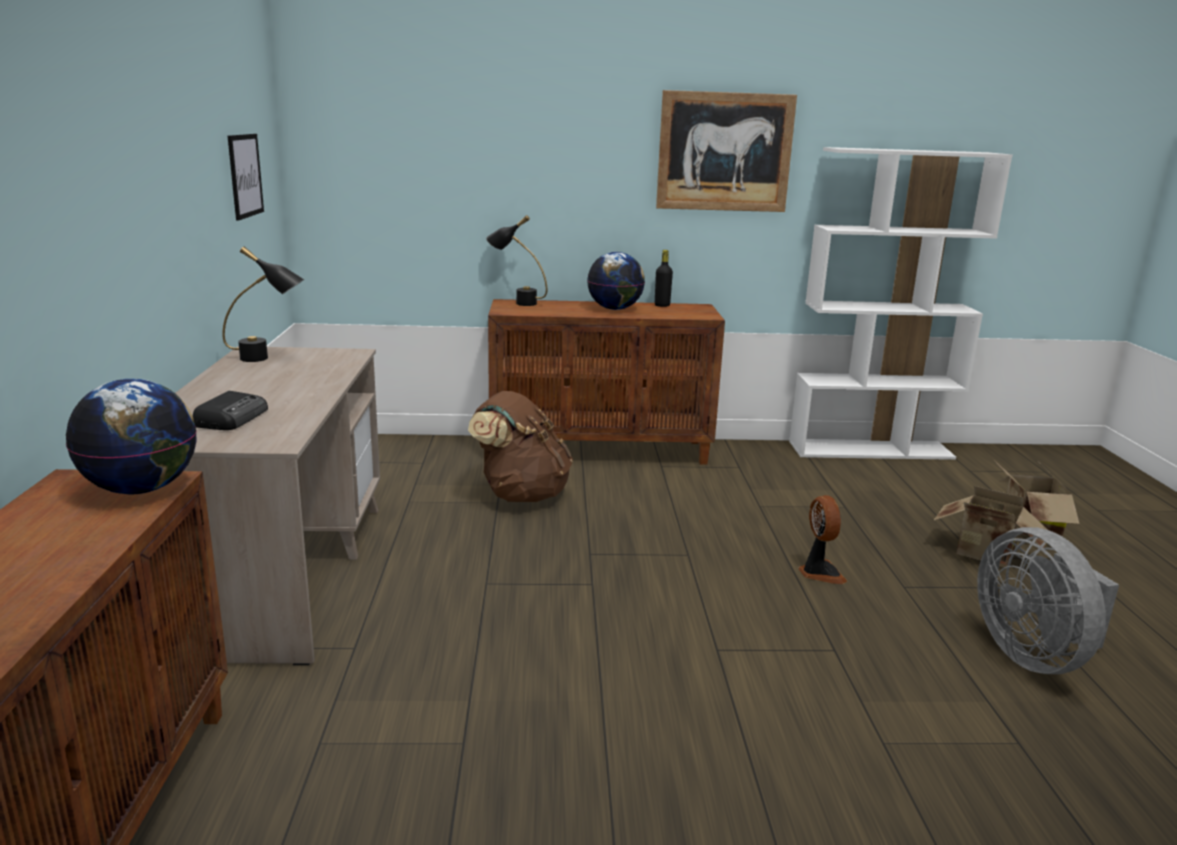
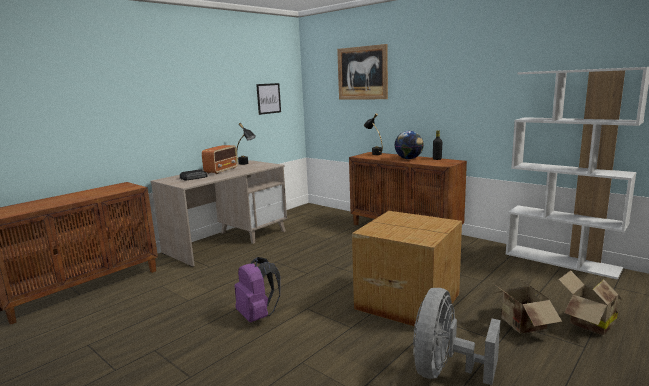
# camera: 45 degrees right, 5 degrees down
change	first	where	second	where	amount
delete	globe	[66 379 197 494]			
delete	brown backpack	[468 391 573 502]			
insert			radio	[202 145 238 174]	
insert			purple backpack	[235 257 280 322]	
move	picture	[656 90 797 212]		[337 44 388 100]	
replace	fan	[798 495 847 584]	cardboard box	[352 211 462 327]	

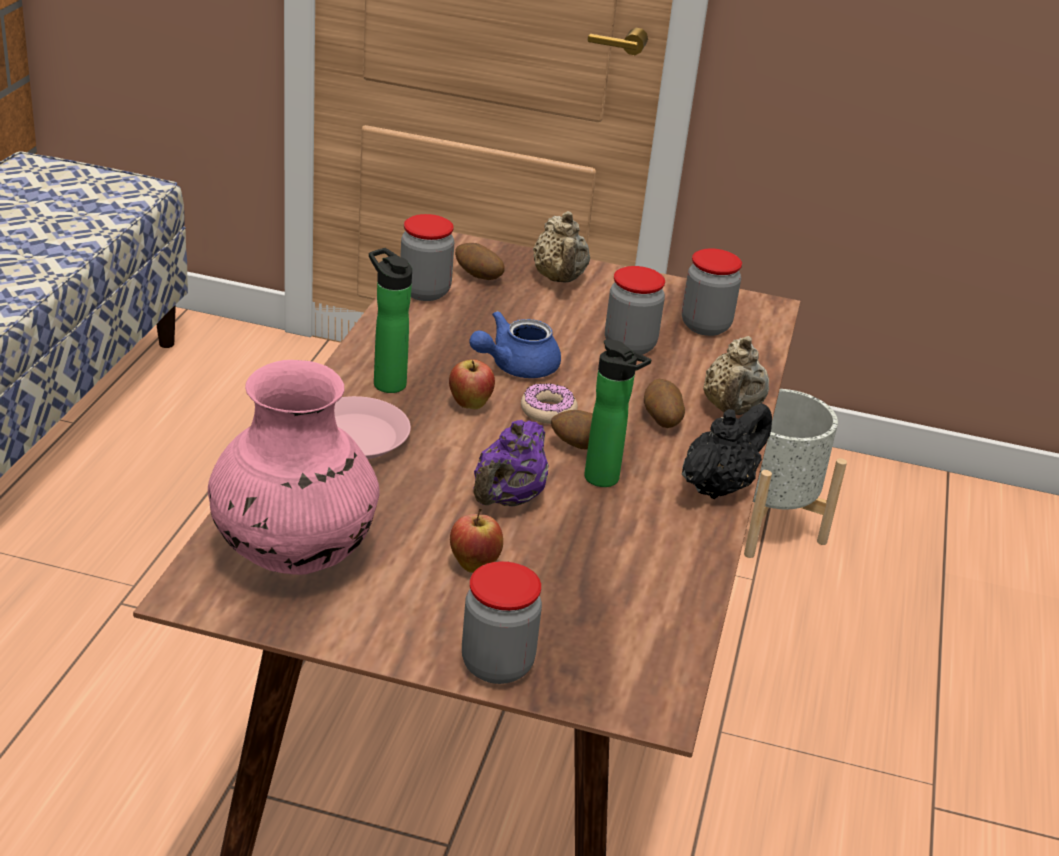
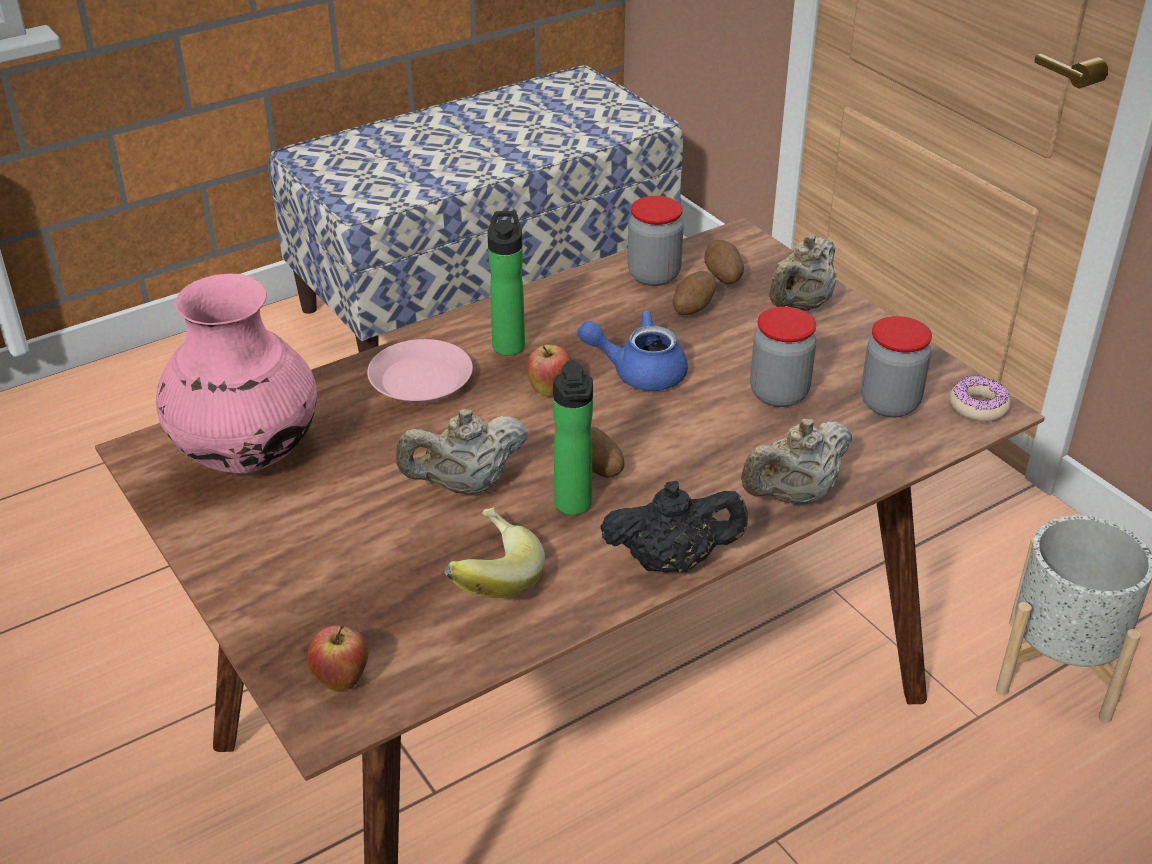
# camera: 45 degrees right, 5 degrees up
change	first	where	second	where	amount
delete	jar	[462 561 542 684]			
insert			banana	[445 507 545 598]	
move	apple	[450 508 503 573]		[307 625 368 691]	
move	donut	[521 383 578 424]		[949 375 1011 422]	
move	potato	[644 379 685 428]		[672 271 716 315]	
recolor	purple teapot	[474 420 548 506]	beige teapot	[396 409 528 494]	

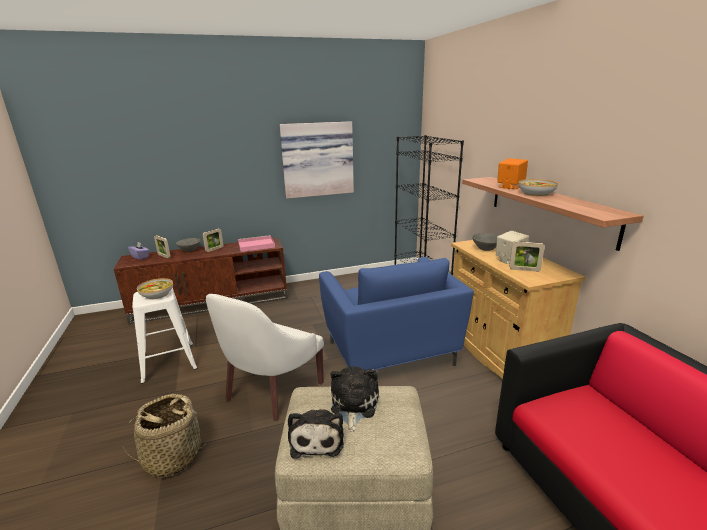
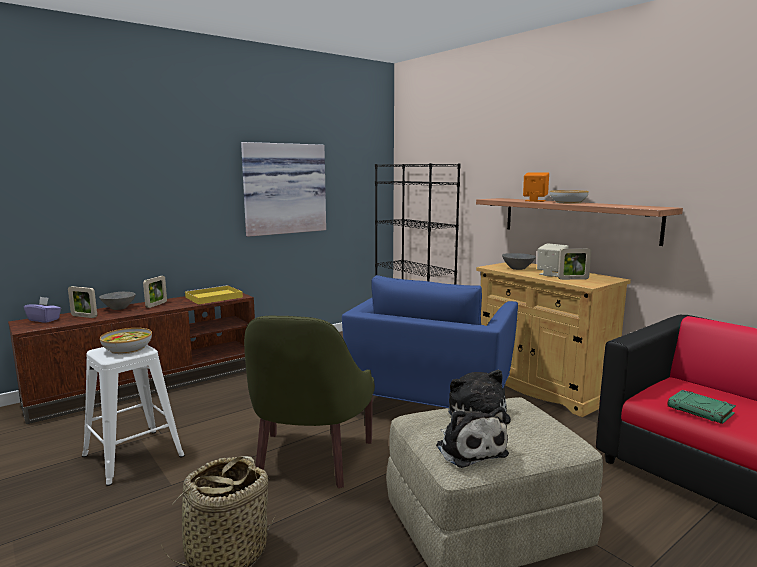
# camera: 20 degrees left, 10 degrees down
change	first	where	second	where	amount
insert			green book	[667 390 736 424]	
recolor	white armchair	[206 294 324 421]	green armchair	[244 316 375 488]	
recolor	pink tray	[238 235 275 252]	yellow tray	[185 285 243 304]	
rotate	blue armchair	[319 257 474 370]		[342 275 518 408]	60 degrees clockwise

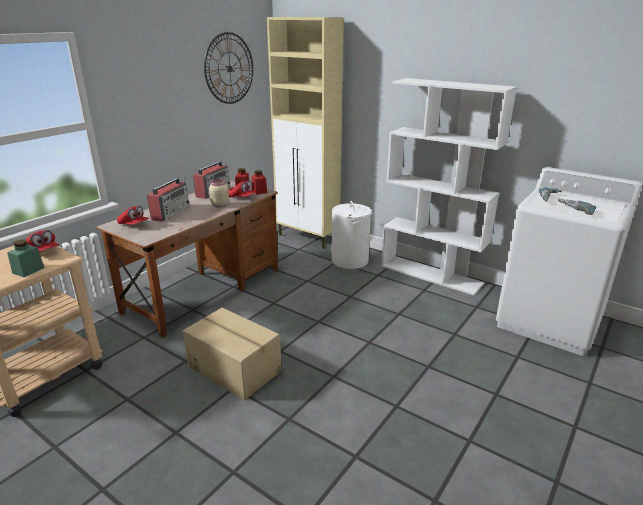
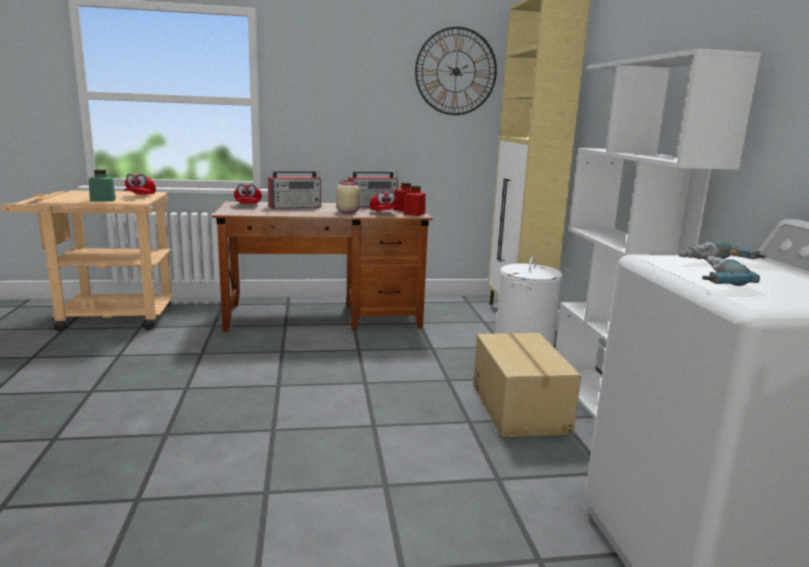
# camera: 45 degrees right, 10 degrees down
change	first	where	second	where	amount
move	cardboard box	[183 308 282 400]		[473 333 581 438]	

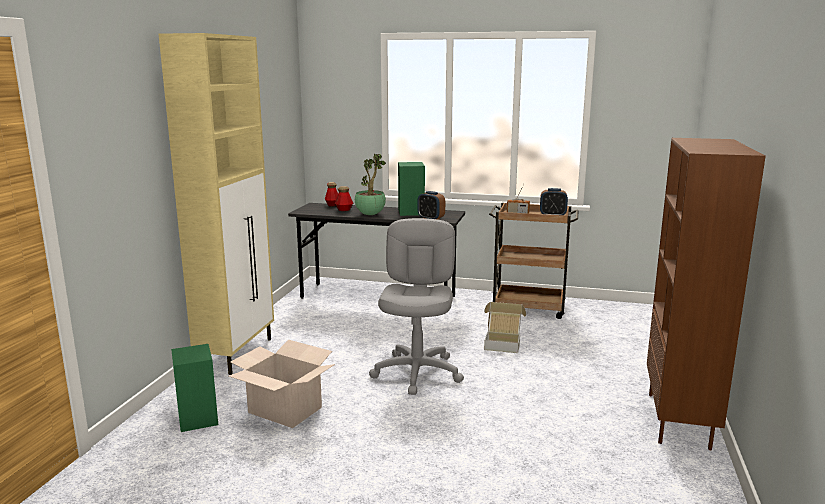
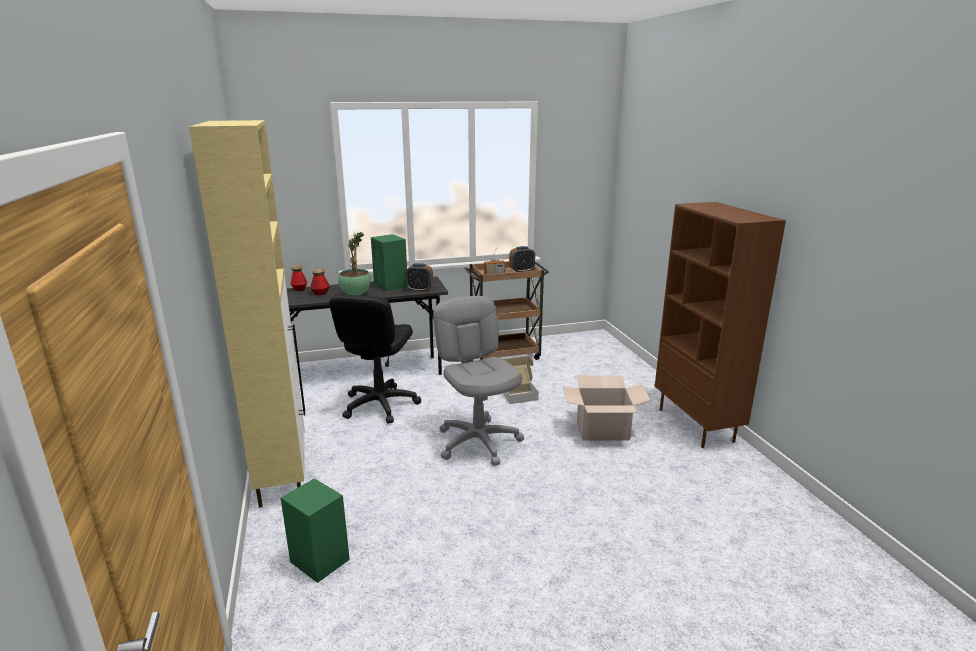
# camera: 30 degrees left, 5 degrees up
change	first	where	second	where	amount
insert			black office chair	[329 294 421 424]	
move	cardboard box	[229 340 335 428]		[563 375 651 440]	

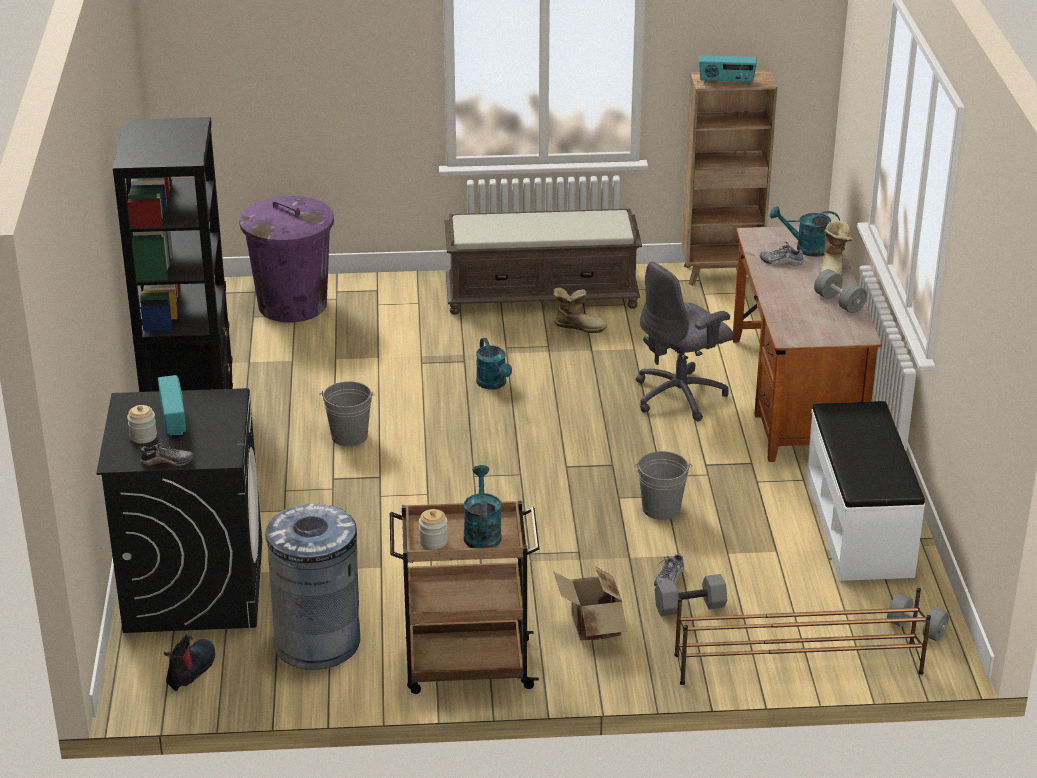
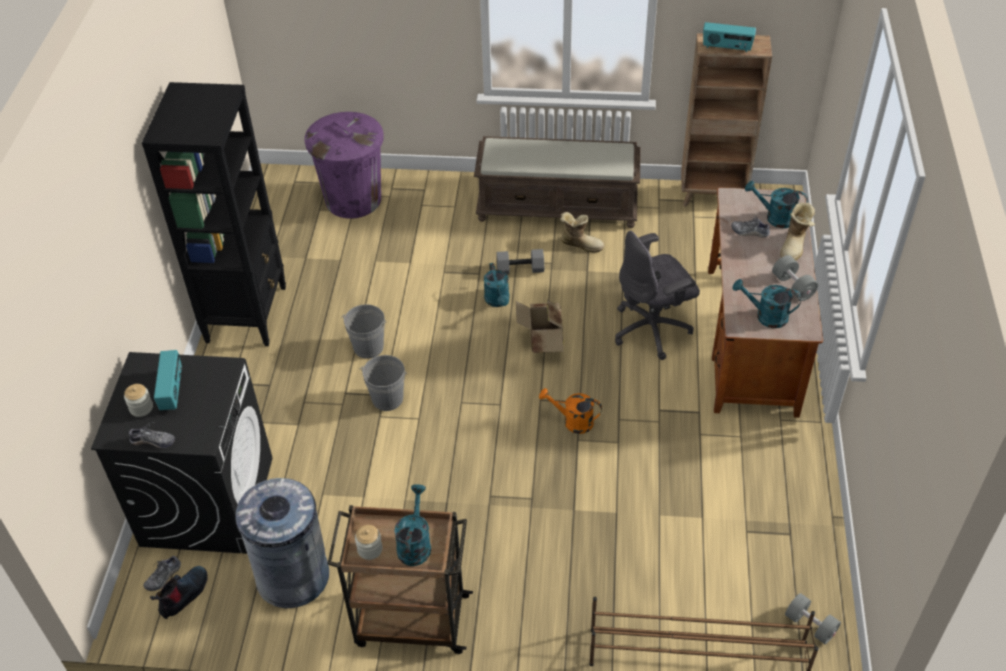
# camera: 10 degrees right, 15 degrees up
change	first	where	second	where	amount
delete	white bench	[806 401 925 581]			
insert			orange watering can	[539 388 602 434]	
insert			turquoise watering can	[733 279 801 328]	
move	cardboard box	[553 566 627 640]		[516 300 563 353]	
move	grey bucket	[634 451 693 520]		[359 355 407 411]	
move	shoe	[654 552 684 586]		[144 555 181 591]	
move	grey dumbbell	[655 574 727 617]		[496 249 544 275]	

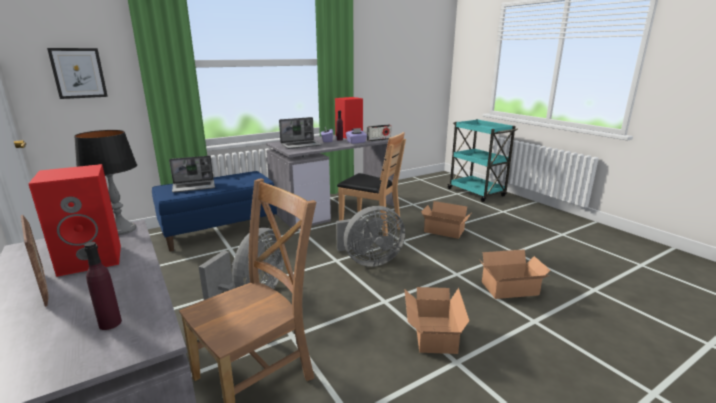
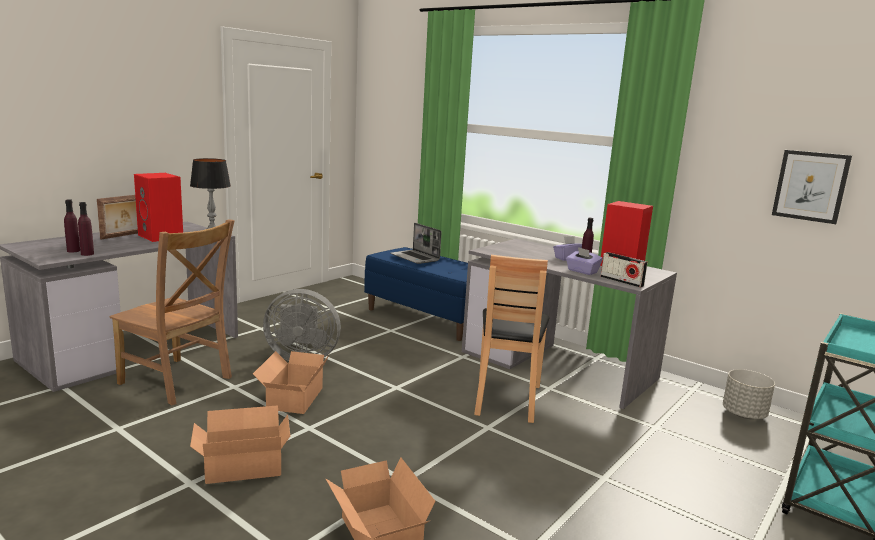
# camera: 70 degrees right, 5 degrees down
change	first	where	second	where	amount
delete	laptop	[279 117 322 149]			
delete	grey fan	[336 206 405 267]			
insert			purple bottle	[78 202 94 256]	
insert			grey planter	[723 369 775 419]	
move	picture	[47 48 108 99]		[772 150 852 224]	
move	cardboard box	[421 201 471 239]		[253 351 330 414]	

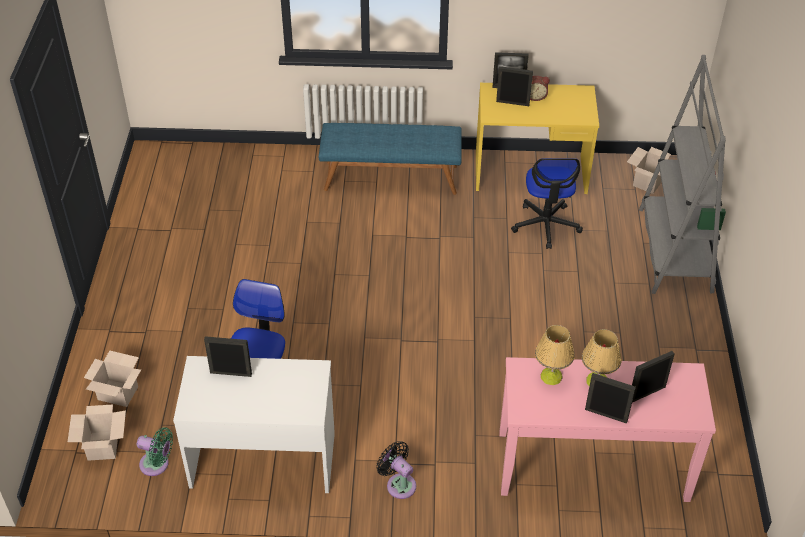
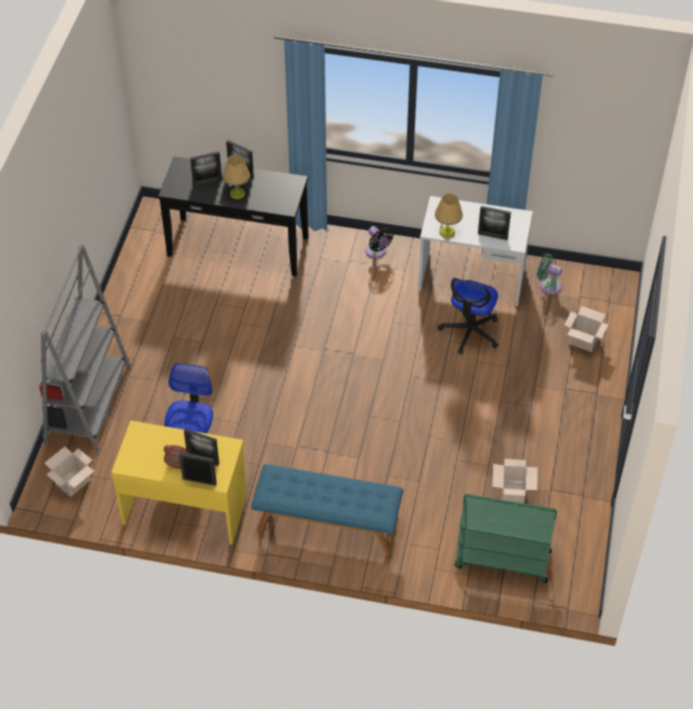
# camera: 170 degrees left, 5 degrees up
change	first	where	second	where	amount
insert			green cart	[454 494 557 583]	
move	cardboard box	[68 404 126 461]		[492 459 538 503]	
move	table lamp	[535 325 575 385]		[435 193 463 238]	
recolor	pink console table	[500 357 716 502]	black console table	[158 156 308 276]	

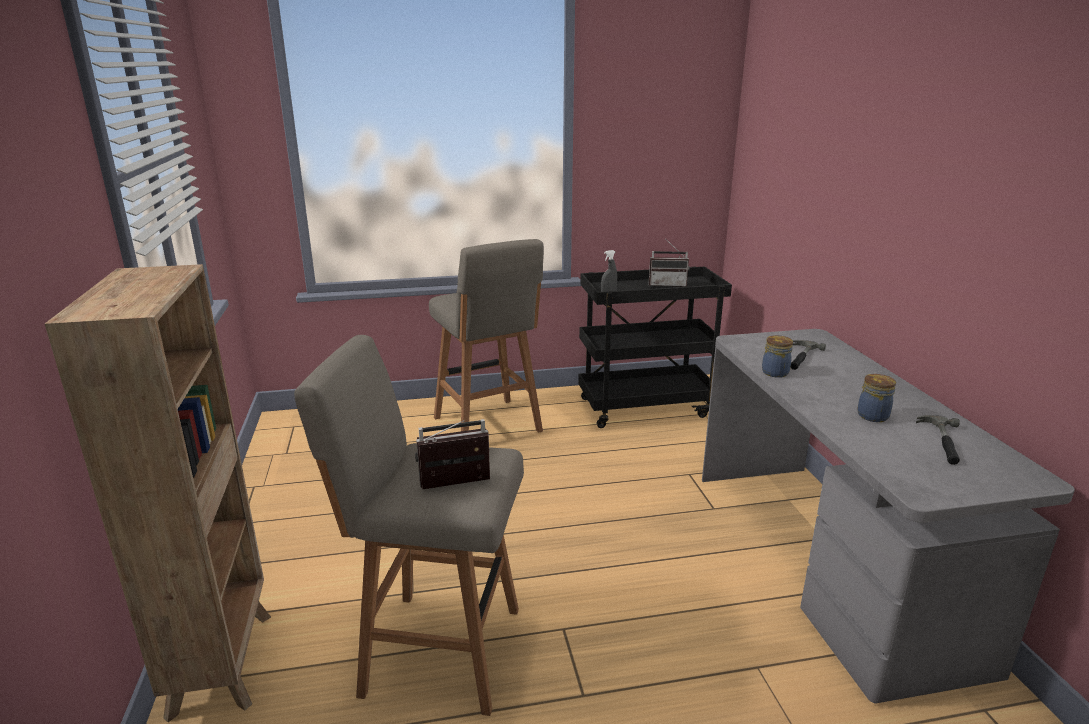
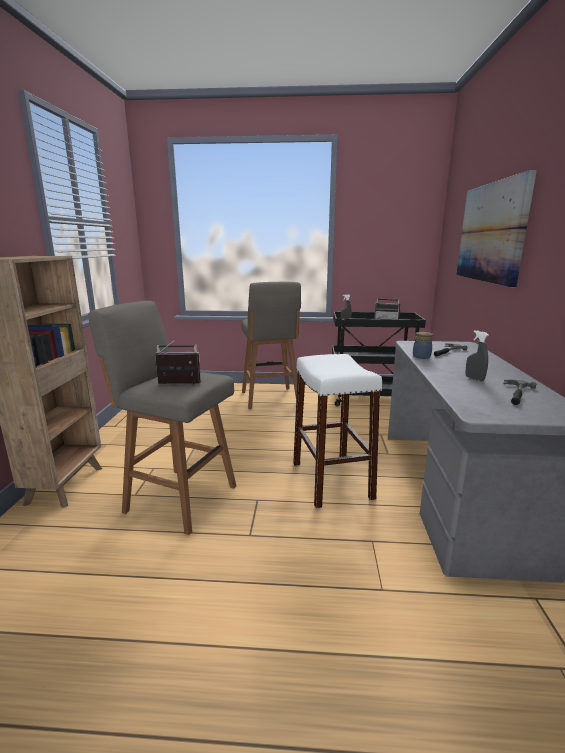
# camera: 15 degrees right, 5 degrees down
change	first	where	second	where	amount
insert			white stool	[293 354 382 508]	
insert			picture	[456 170 537 287]	
replace	jar	[857 374 896 422]	grey spray bottle	[465 330 489 381]	

